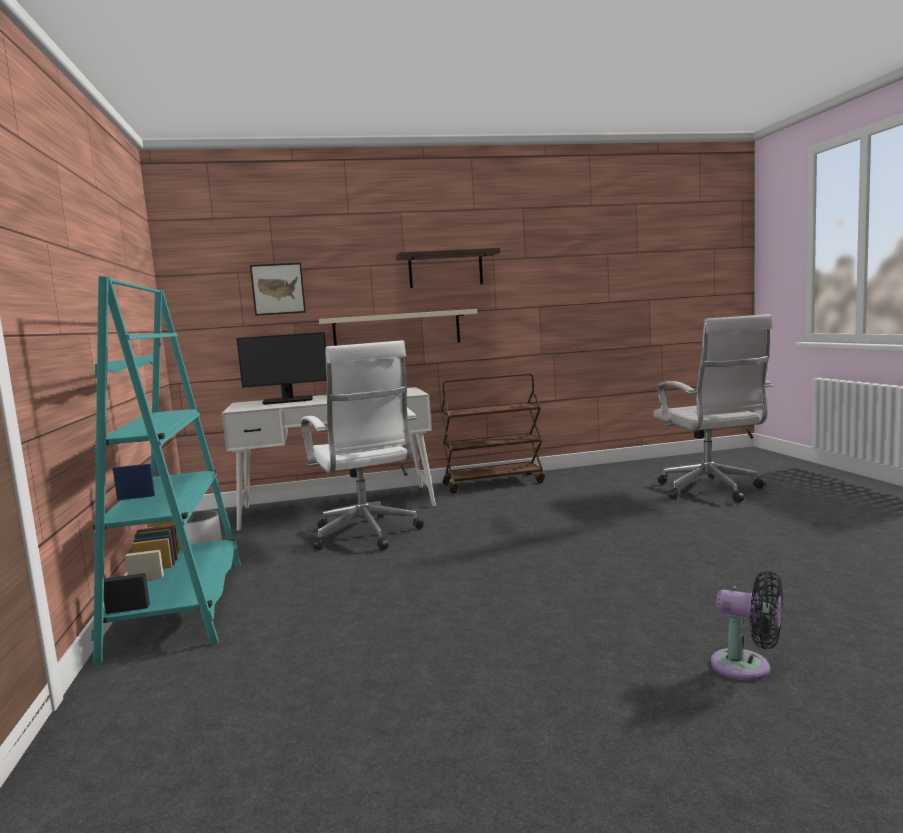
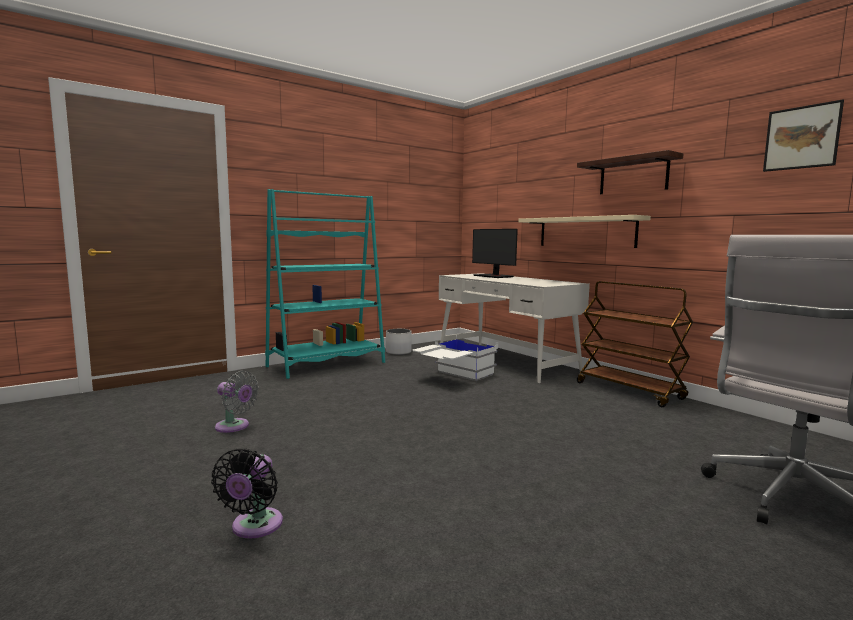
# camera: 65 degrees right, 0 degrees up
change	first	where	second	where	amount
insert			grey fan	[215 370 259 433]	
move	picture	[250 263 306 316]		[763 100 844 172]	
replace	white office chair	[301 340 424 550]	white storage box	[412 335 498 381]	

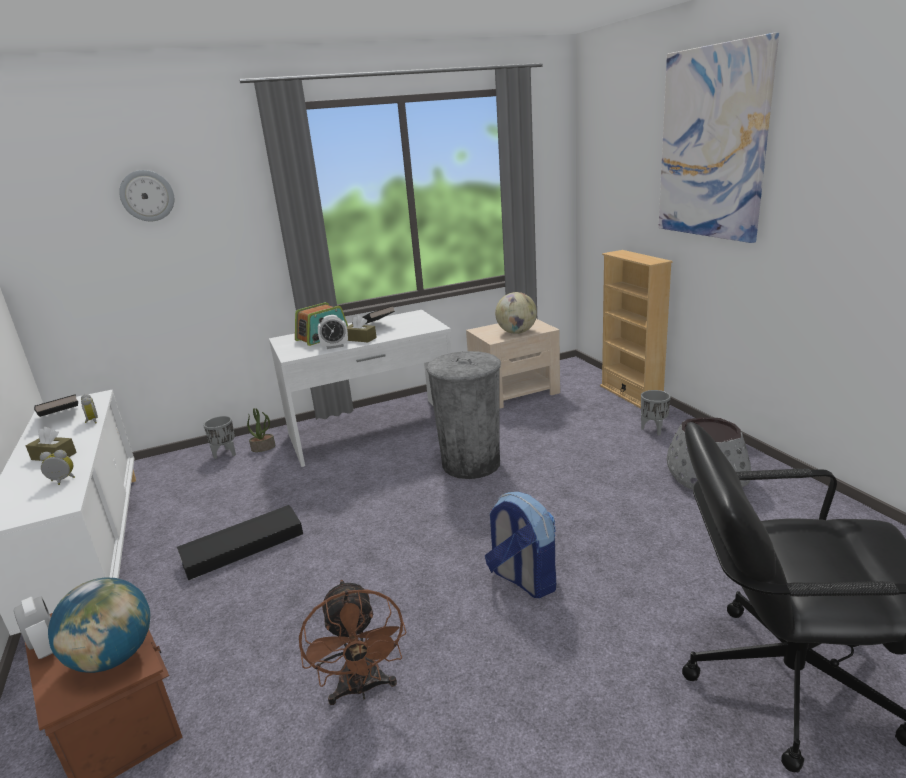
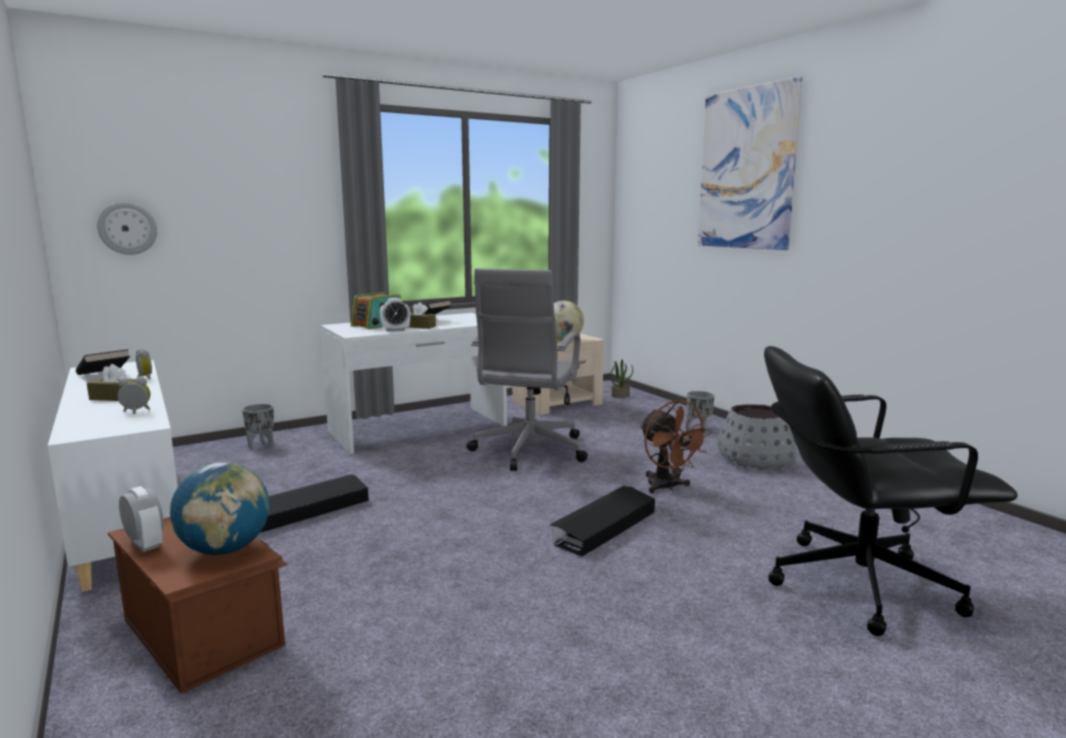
# camera: 10 degrees left, 10 degrees down
change	first	where	second	where	amount
delete	beige bookcase	[600 250 673 409]			
move	wall clock	[119 170 174 222]		[97 202 157 255]	
move	potted plant	[247 408 275 452]		[610 360 633 398]	
move	brown fan	[299 580 407 705]		[640 400 712 494]	
replace	grey trash can	[426 351 501 479]	grey office chair	[466 268 588 471]	
replace	backpack	[485 492 556 598]	black storage box	[550 486 655 557]	

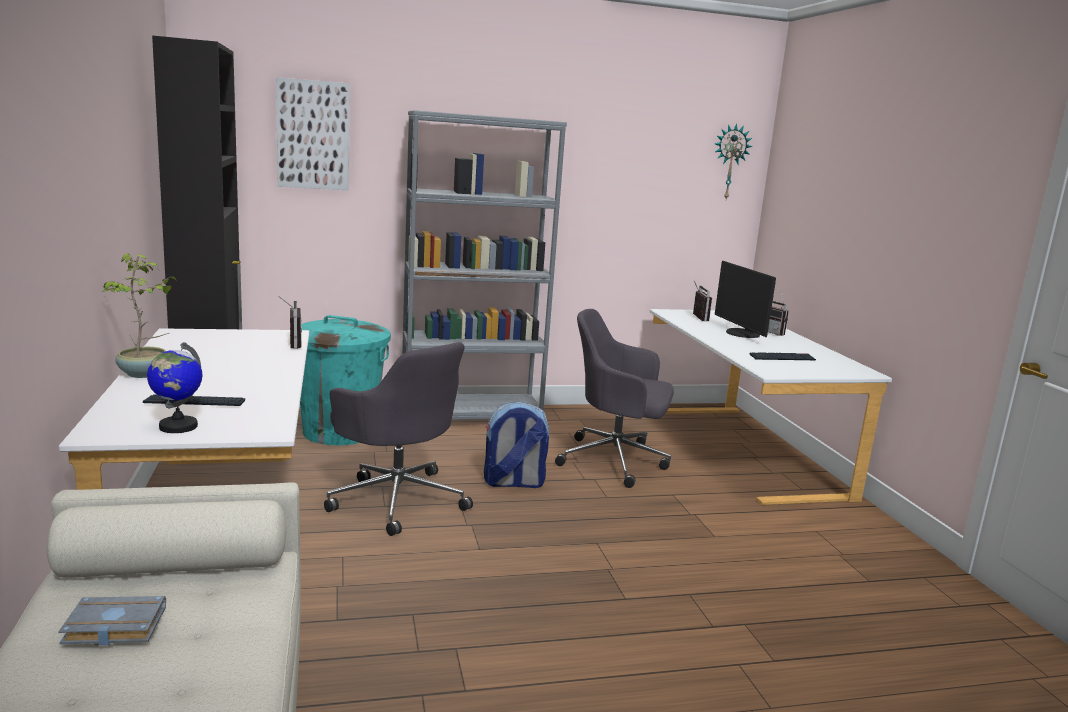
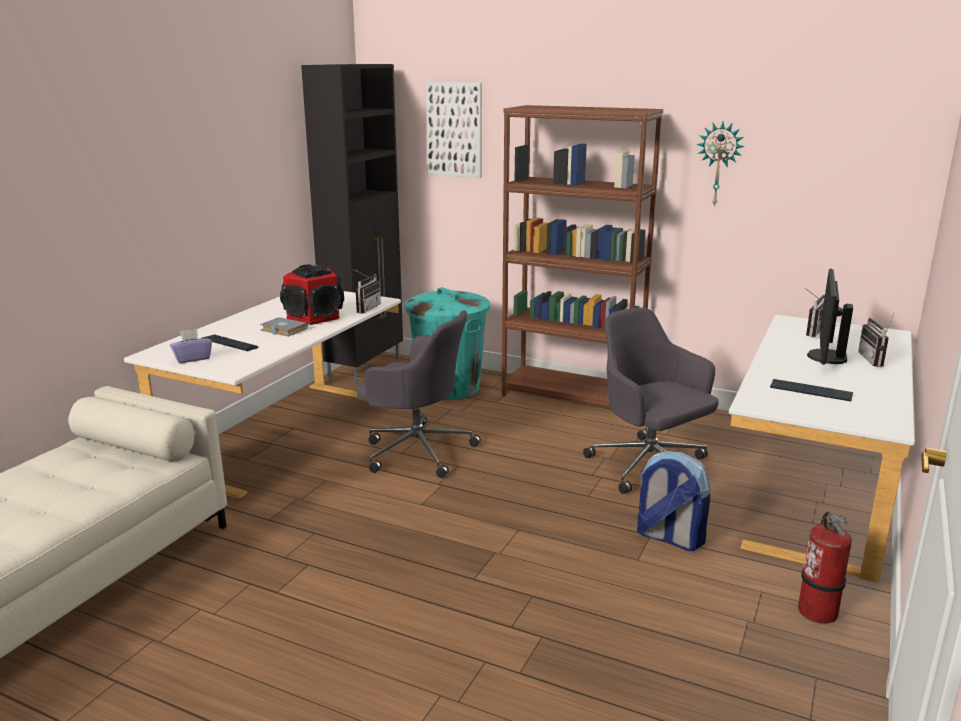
# camera: 40 degrees right, 5 degrees up
change	first	where	second	where	amount
delete	potted plant	[103 253 177 378]			
insert			speaker	[280 264 344 325]	
insert			fire extinguisher	[798 512 852 624]	
move	grey book	[58 596 166 645]		[260 317 308 337]	
move	backpack	[484 402 549 488]		[637 451 710 551]	
move	wall clock	[715 123 752 199]		[697 122 745 207]	
replace	globe	[147 342 202 433]	purple tissue box	[170 329 212 363]	
recolor	grey bookcase	[402 110 567 420]	brown bookcase	[502 105 663 408]	
rotate	grey office chair	[324 342 473 536]		[357 310 481 478]	60 degrees counterclockwise

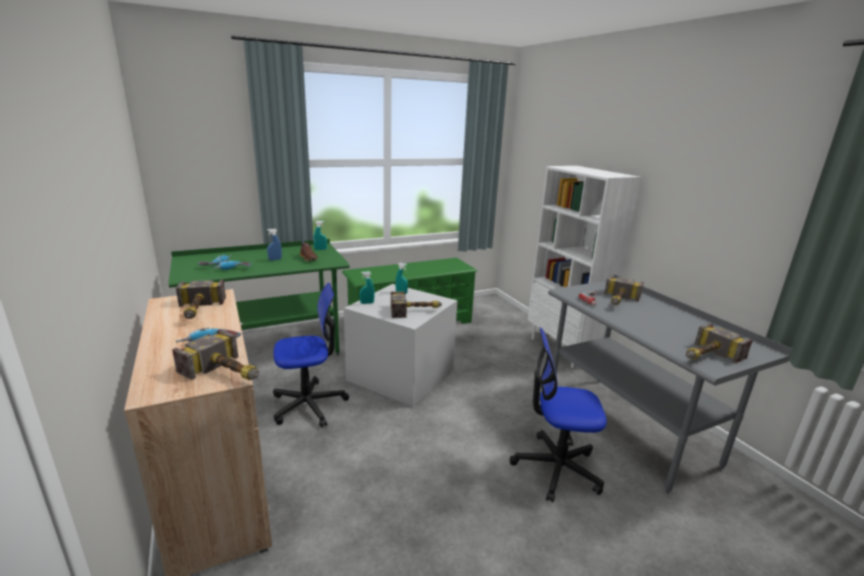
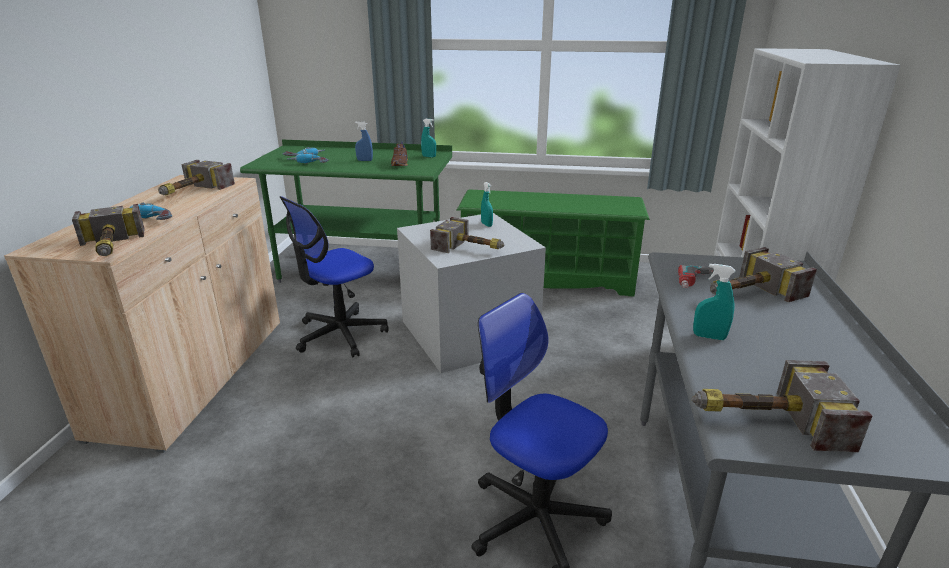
# camera: 35 degrees right, 5 degrees up
change	first	where	second	where	amount
move	turquoise spray bottle	[359 272 375 304]		[693 264 736 340]	
rotate	office chair	[273 283 349 427]		[279 196 389 358]	120 degrees clockwise

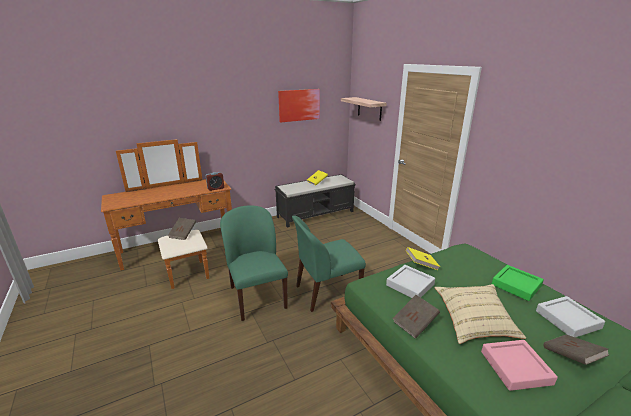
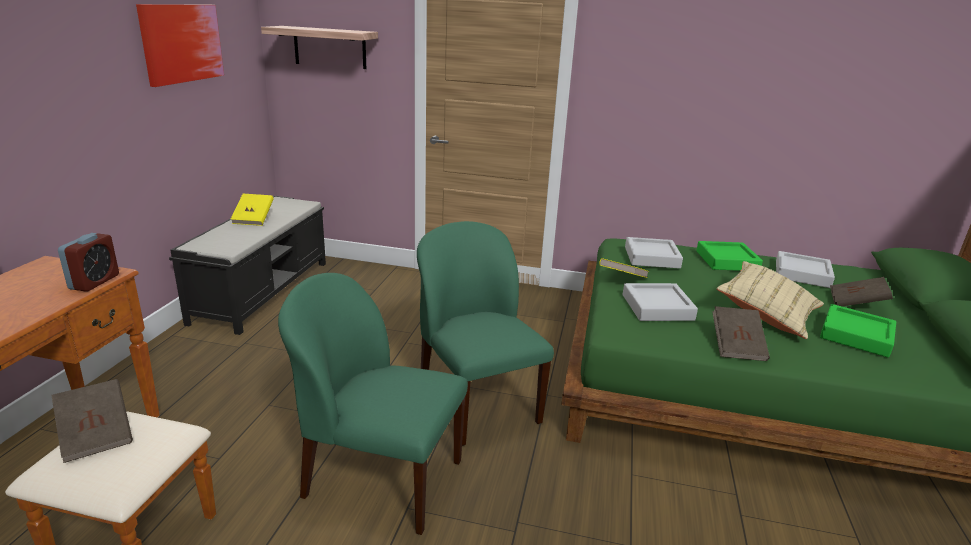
# camera: 50 degrees left, 0 degrees up
change	first	where	second	where	amount
insert			grey tray	[625 237 683 269]	
recolor	pink tray	[481 340 558 391]	green tray	[820 304 896 358]	
rotate	green chair	[292 215 366 312]		[417 221 554 446]	135 degrees clockwise

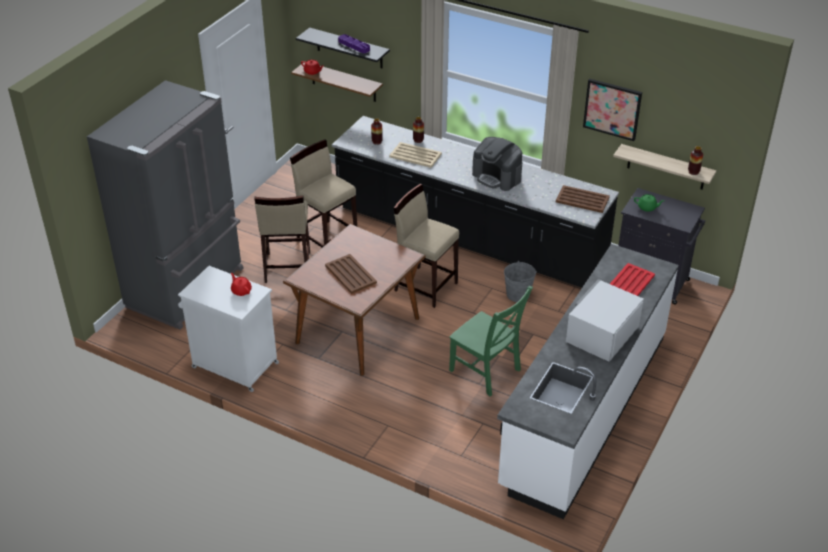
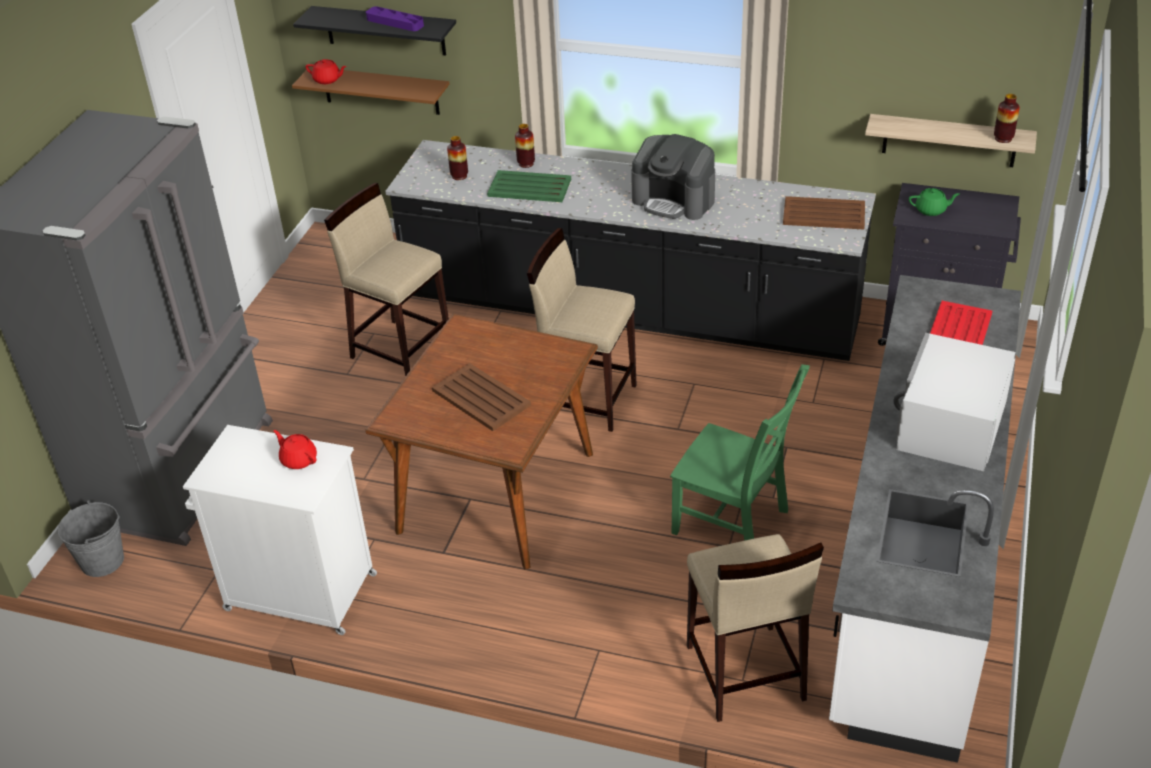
# camera: 10 degrees left, 0 degrees up
change	first	where	second	where	amount
delete	picture	[583 79 642 141]			
move	beige stool	[254 195 310 283]		[687 534 824 722]	
move	grey bucket	[504 261 537 302]		[58 500 124 577]	
recolor	beige tray	[389 142 442 168]	green tray	[487 170 571 202]	

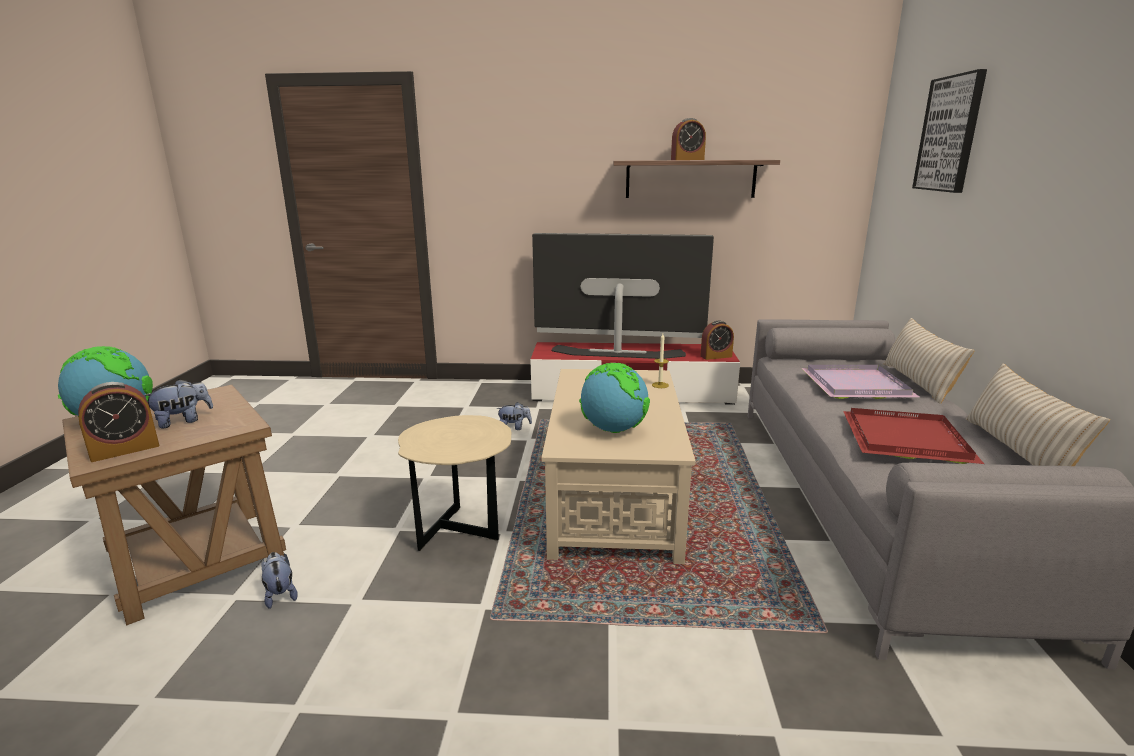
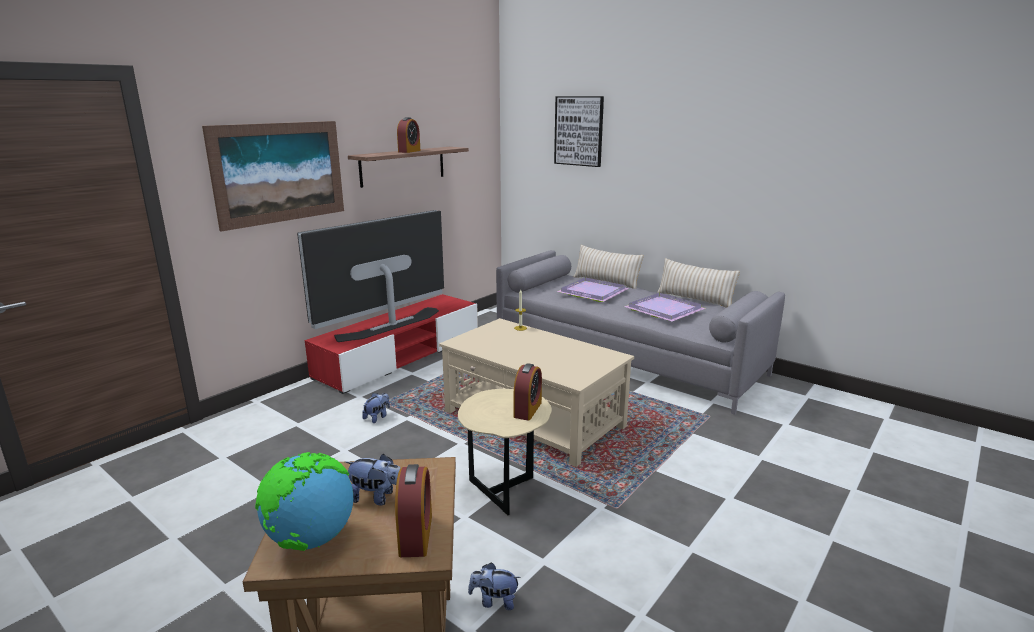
# camera: 55 degrees left, 0 degrees up
change	first	where	second	where	amount
delete	globe	[579 363 650 433]			
insert			picture	[202 121 344 232]	
move	alarm clock	[700 321 734 360]		[514 363 542 421]	
recolor	red tray	[843 408 984 464]	purple tray	[624 293 706 321]	
rotate	plush toy	[144 379 213 428]		[345 453 401 505]	105 degrees clockwise

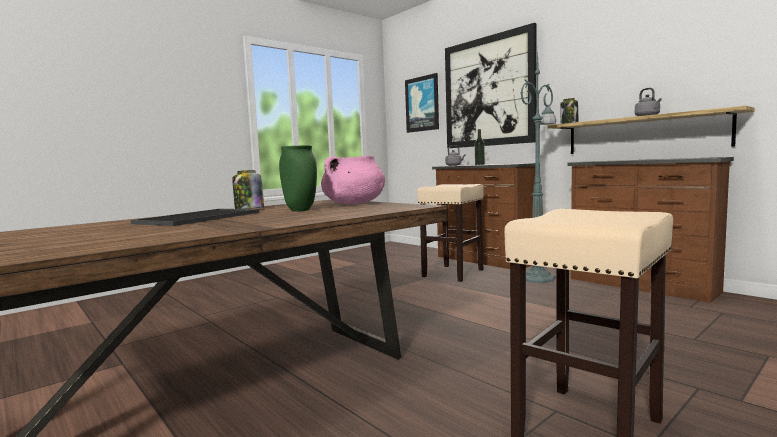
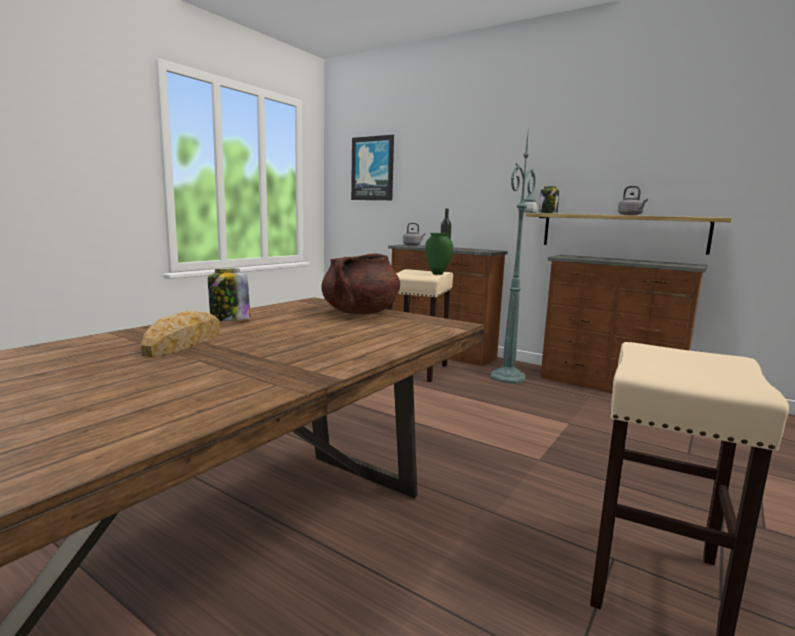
# camera: 15 degrees left, 5 degrees up
change	first	where	second	where	amount
delete	picture	[445 23 537 148]			
move	green vase	[279 146 317 212]		[425 233 453 275]	
replace	tray	[131 209 259 226]	bread	[141 311 220 357]	
recolor	pink cooking pot	[321 156 385 204]	brown cooking pot	[321 253 400 314]	

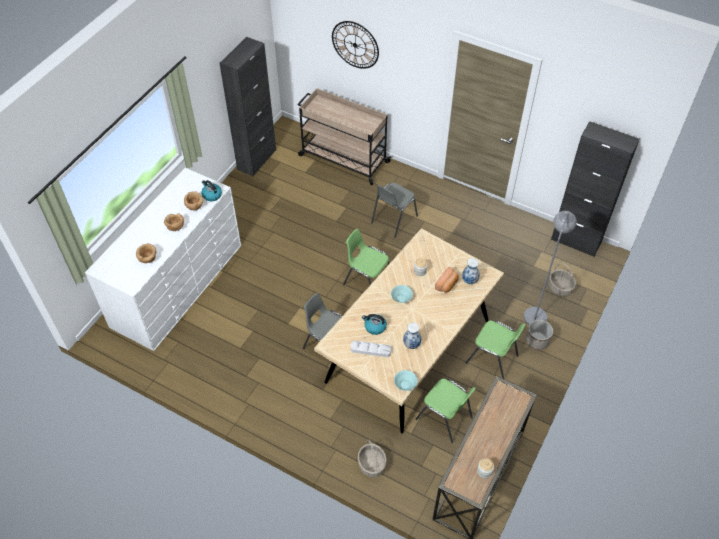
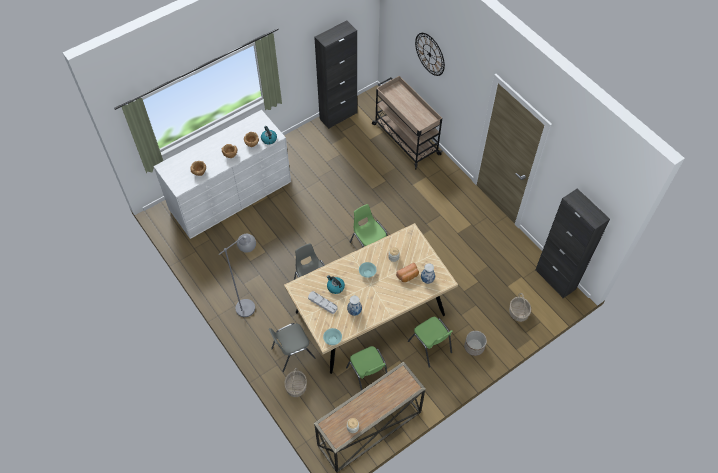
# camera: 25 degrees right, 5 degrees up
change	first	where	second	where	amount
move	grey chair	[371 182 418 238]		[269 323 316 372]	
move	grey floor lamp	[524 211 577 325]		[218 234 256 317]	

